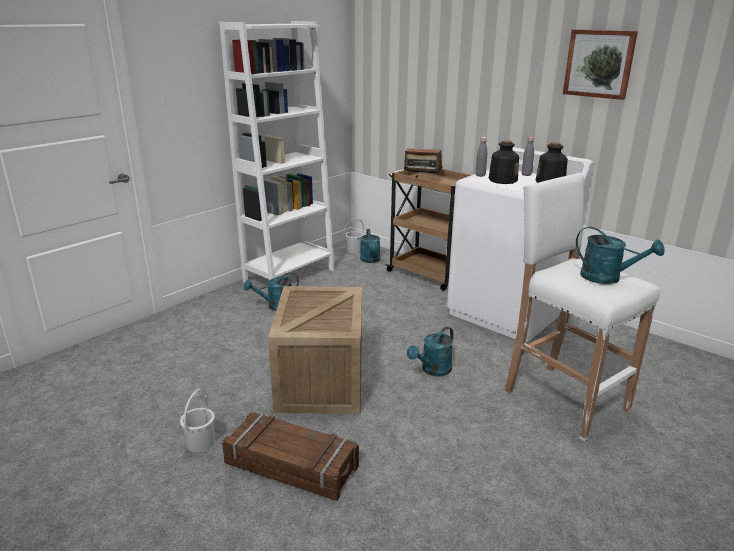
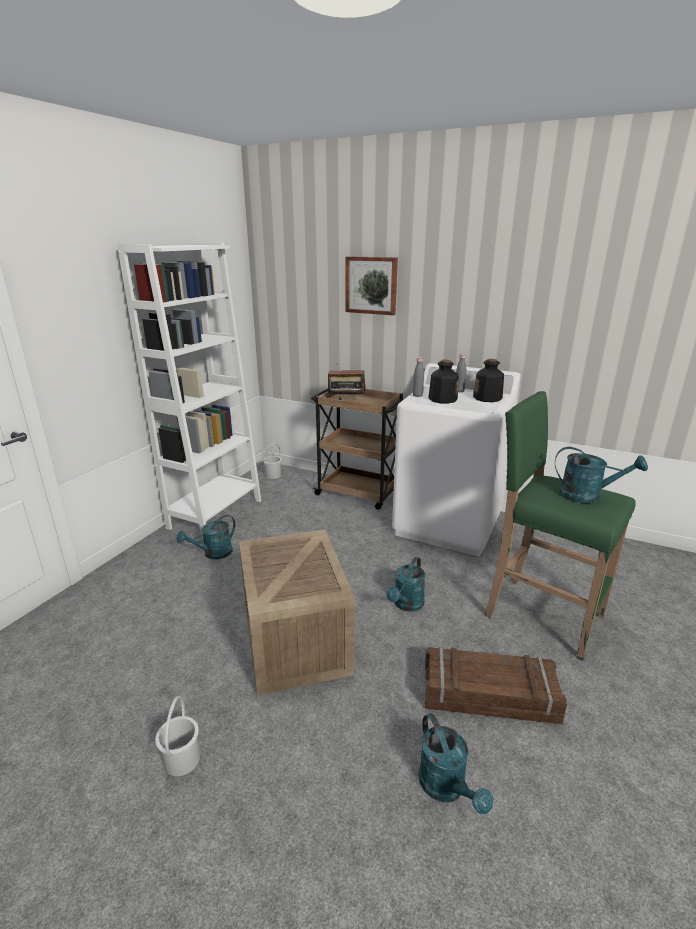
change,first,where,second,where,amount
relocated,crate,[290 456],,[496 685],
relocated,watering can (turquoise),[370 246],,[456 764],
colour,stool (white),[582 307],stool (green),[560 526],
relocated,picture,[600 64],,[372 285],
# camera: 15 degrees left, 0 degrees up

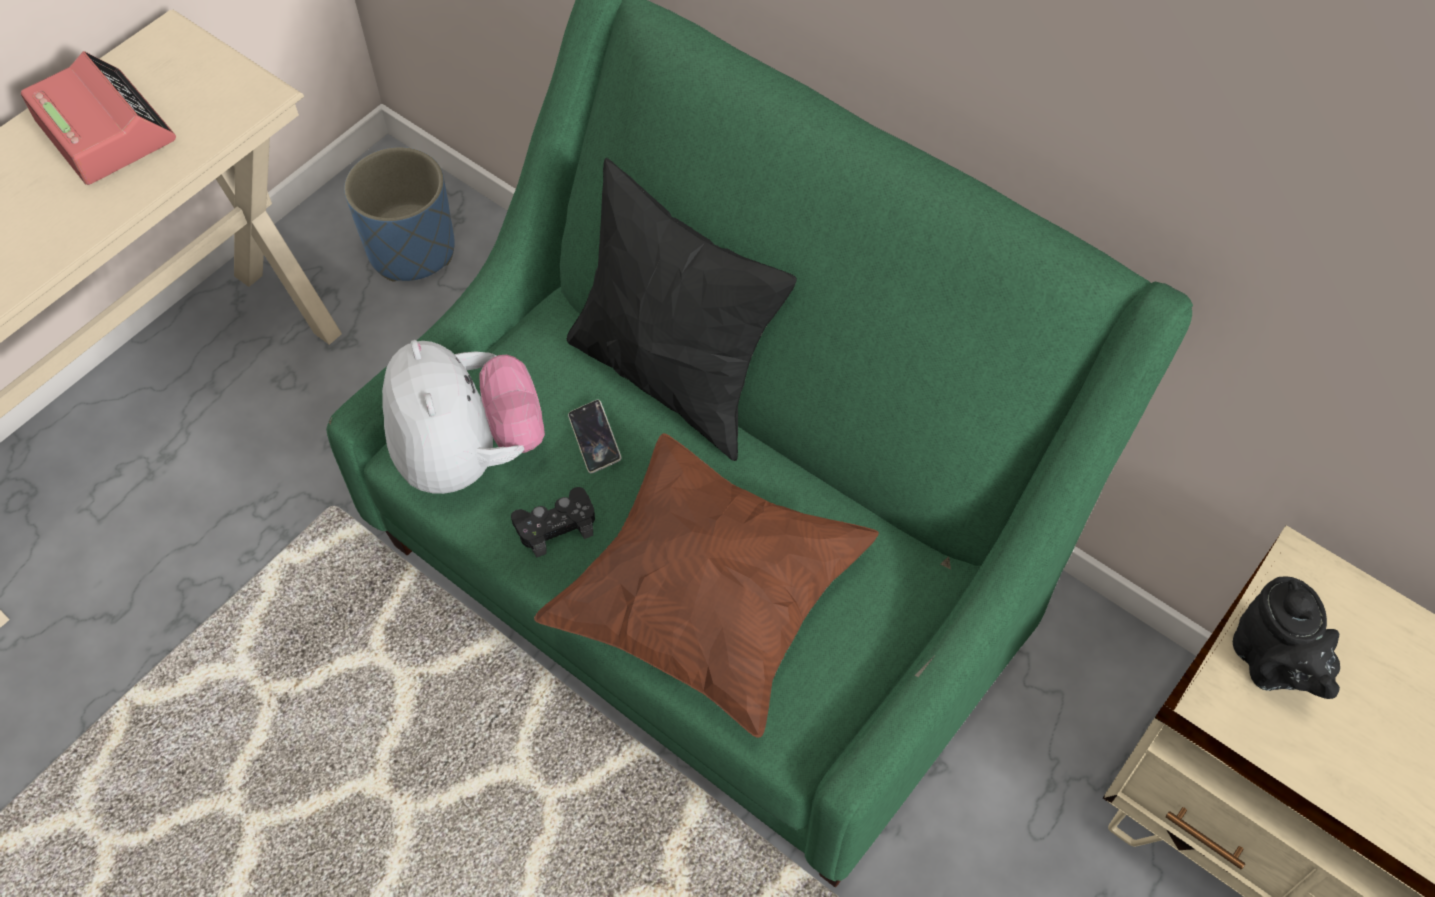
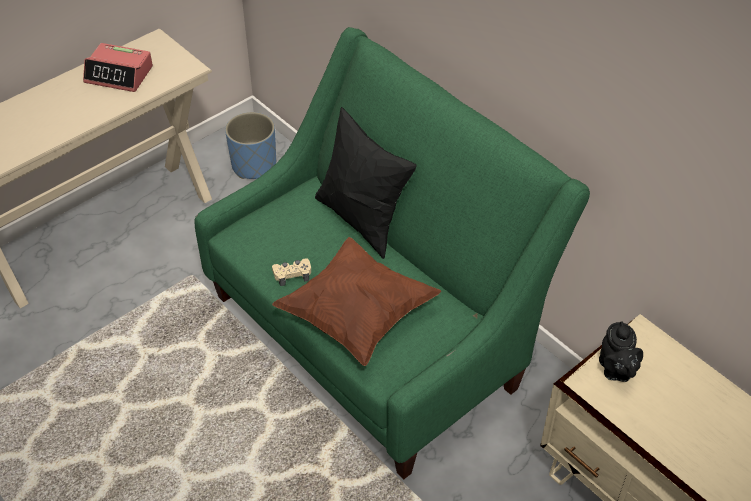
change,first,where,second,where,amount
spun,alarm clock,[98 118],,[118 67],135 degrees clockwise
missing,plush toy,[463 417],,,
colour,game controller (black),[553 522],game controller (beige),[291 272],
missing,phone,[595 437],,,
# camera: 10 degrees right, 10 degrees down

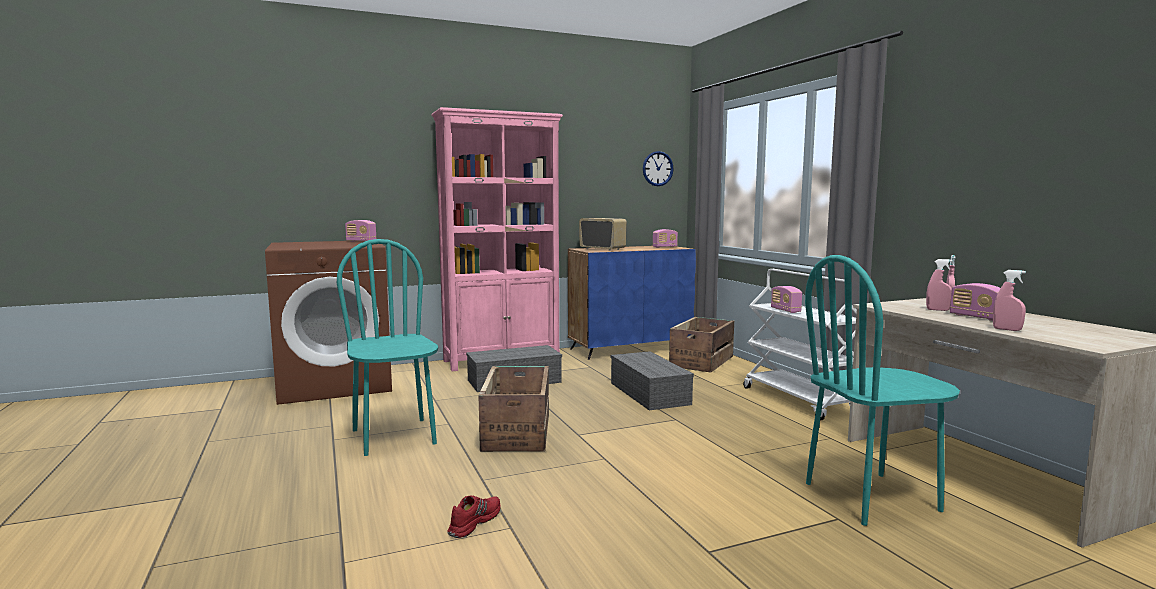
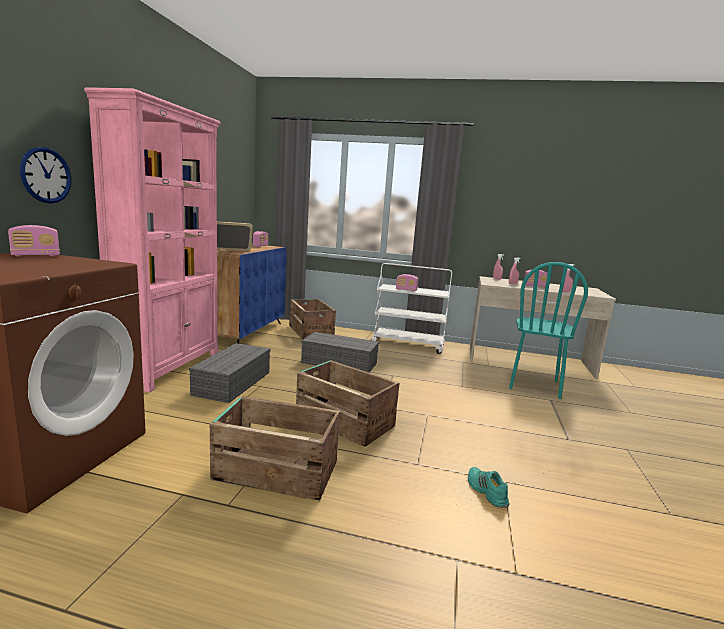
change,first,where,second,where,amount
exchanged,chair (turquoise),[387 347],crate,[275 448],
colour,shoe (red),[474 517],shoe (turquoise),[488 487],
relocated,wall clock,[658 168],,[45 175],
# camera: 55 degrees left, 5 degrees up

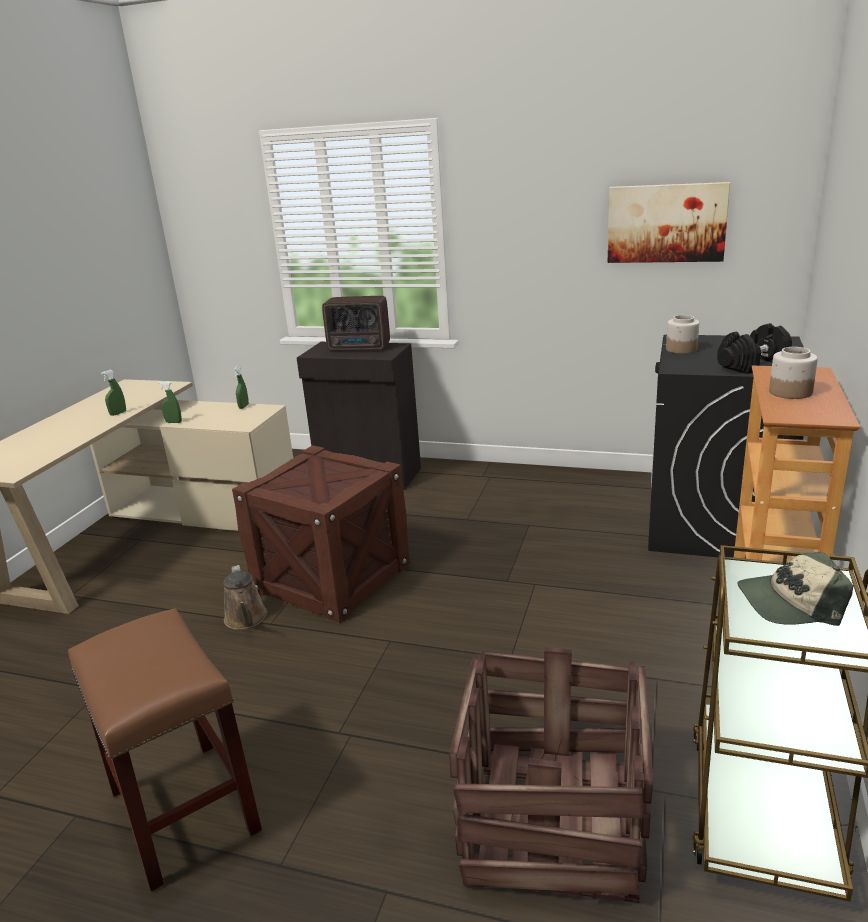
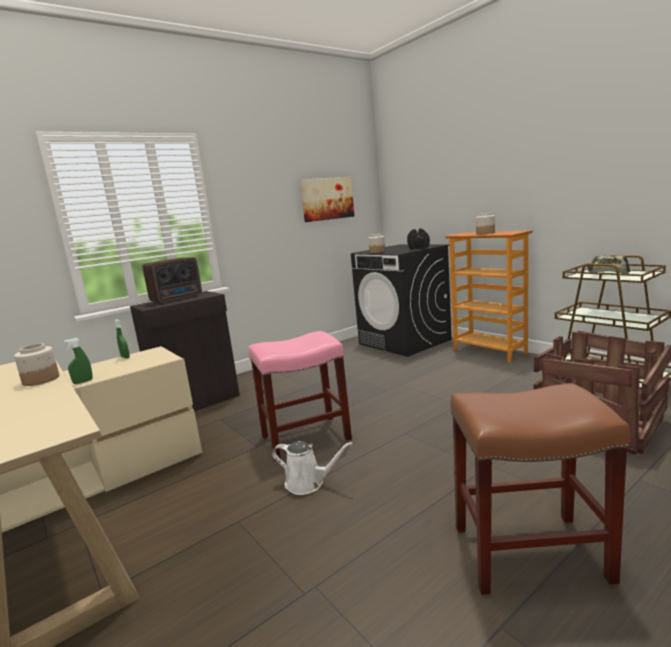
change,first,where,second,where,amount
exchanged,spray bottle (green),[113 393],jar,[36 365],
colour,watering can (brown),[245 597],watering can (white),[312 468],
exchanged,crate,[321 534],stool (pink),[300 397],
# camera: 55 degrees left, 10 degrees down

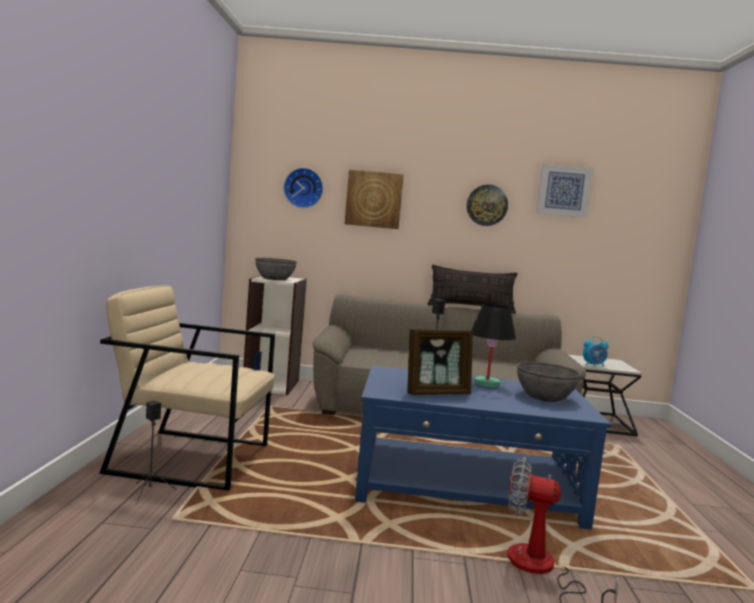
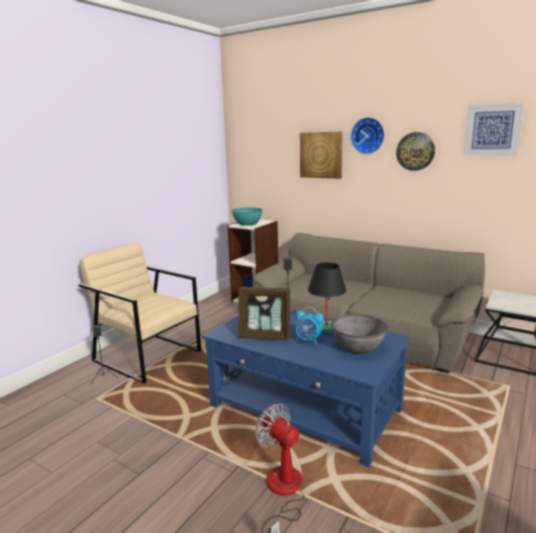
change,first,where,second,where,amount
colour,bowl (grey),[276 269],bowl (turquoise),[247 216],
relocated,wall clock,[303 188],,[367 135],
missing,pillow,[472 289],,,
relocated,alarm clock,[595 351],,[309 326],
# camera: 30 degrees right, 10 degrees up

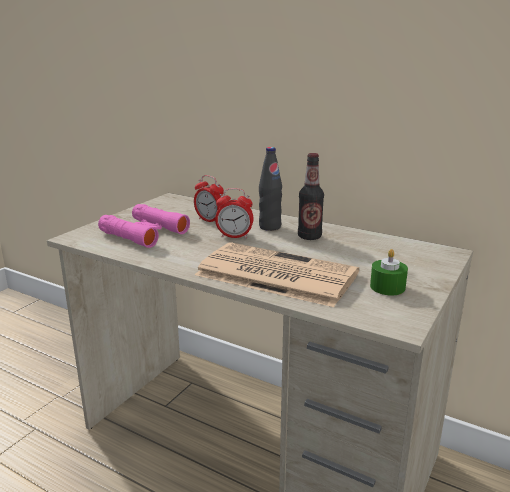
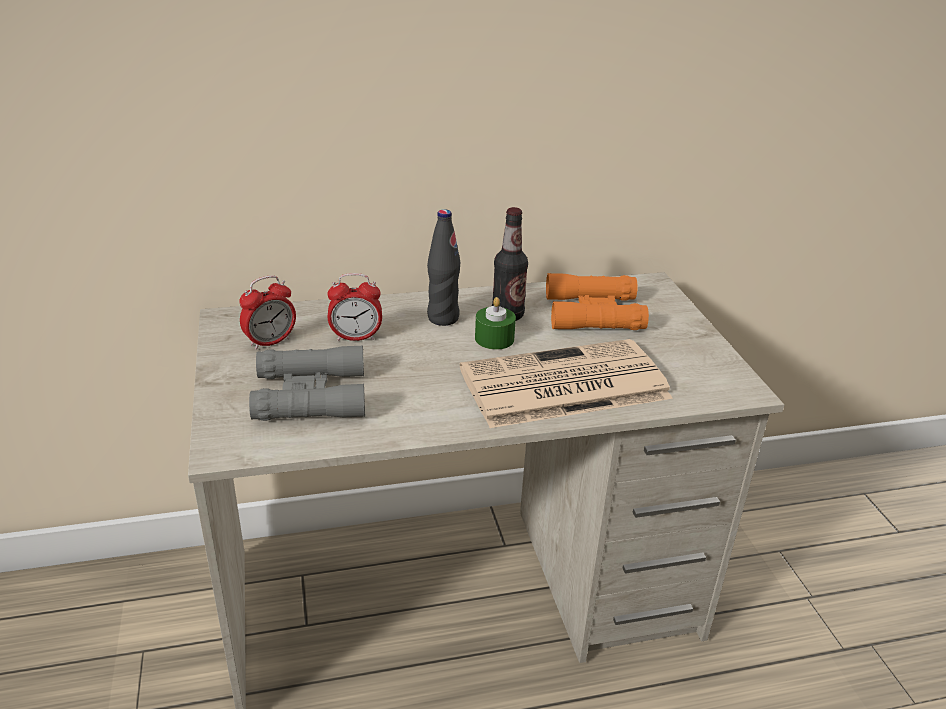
change,first,where,second,where,amount
colour,binoculars (pink),[144 226],binoculars (grey),[307 383],
relocated,alarm clock,[234 213],,[267 312],
relocated,candle (green),[389 272],,[495 323],
appeared,,,binoculars (orange),[597 301],
# camera: 45 degrees left, 10 degrees up

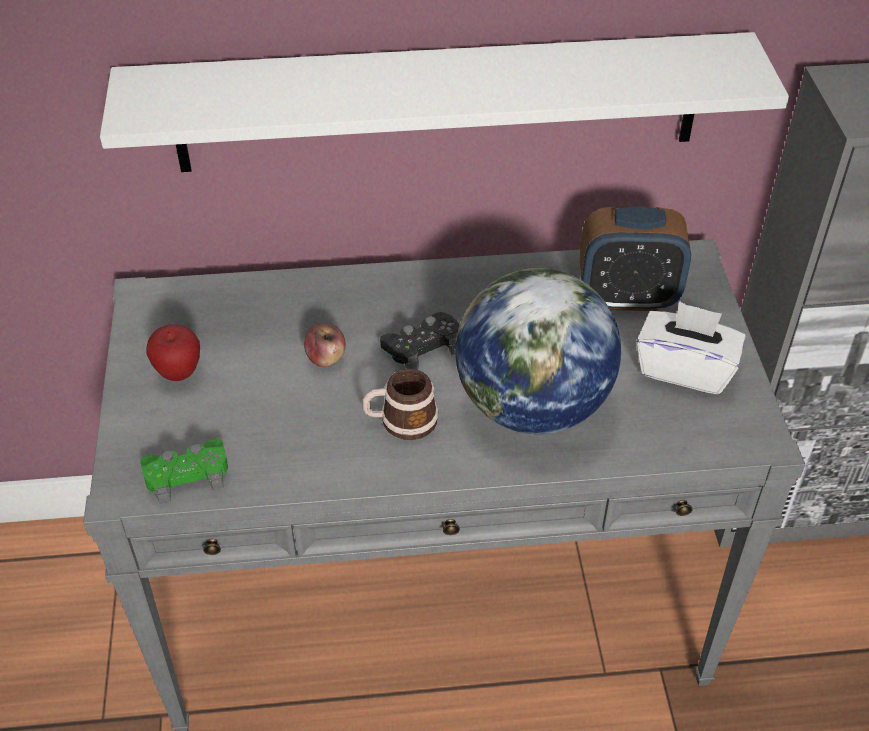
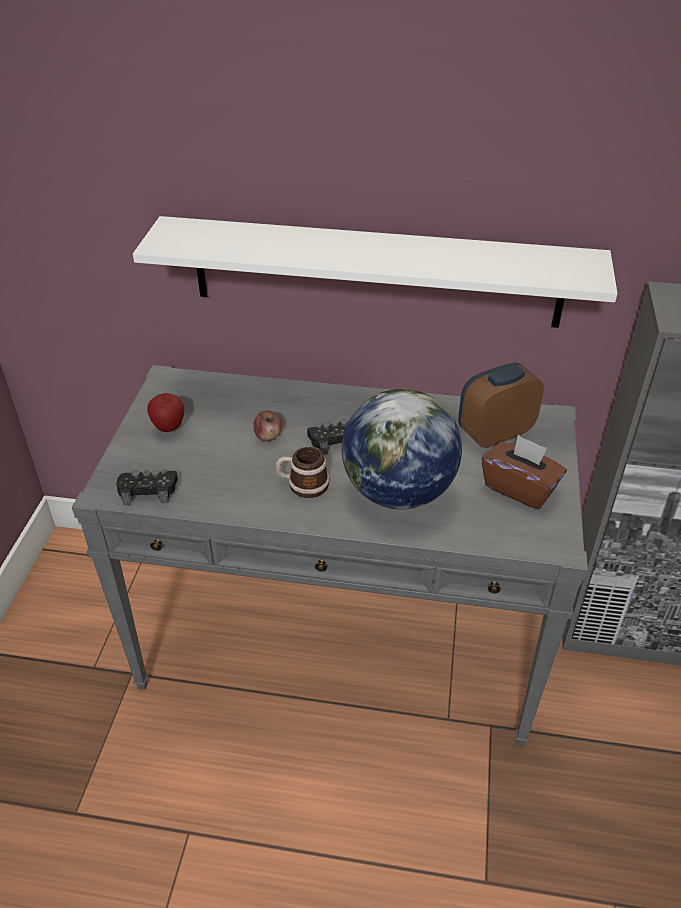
change,first,where,second,where,amount
colour,game controller (green),[184 471],game controller (black),[147 487],
spun,alarm clock,[635 258],,[501 405],135 degrees clockwise
colour,tissue box (white),[690 347],tissue box (brown),[524 472],
# camera: 15 degrees right, 5 degrees down

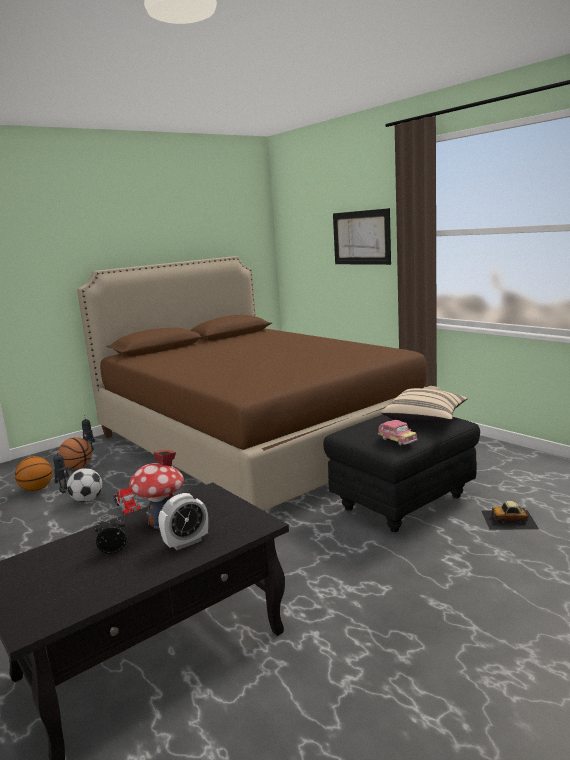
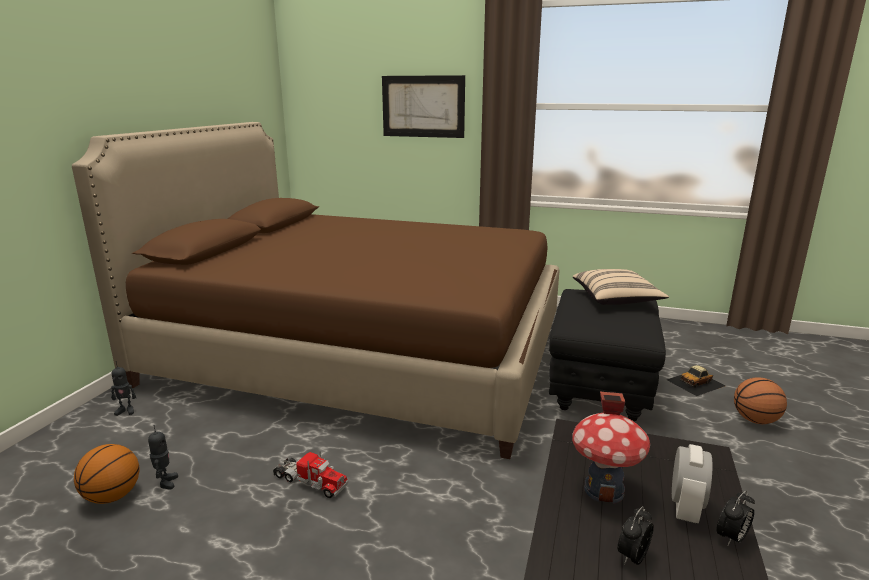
change,first,where,second,where,amount
relocated,basketball,[75 453],,[760 400],
missing,football,[84 485],,,
missing,toy car,[397 433],,,
appeared,,,alarm clock,[735 517],
# camera: 35 degrees left, 5 degrees up

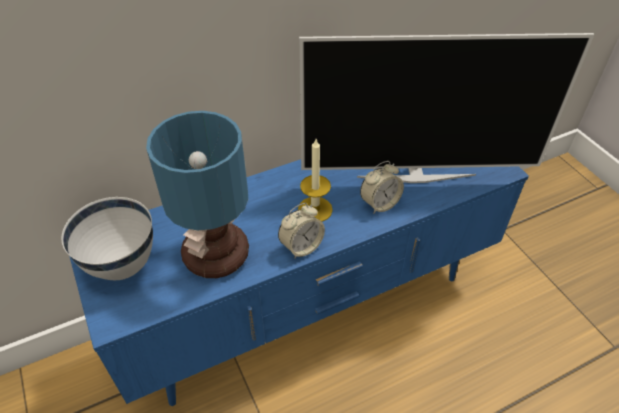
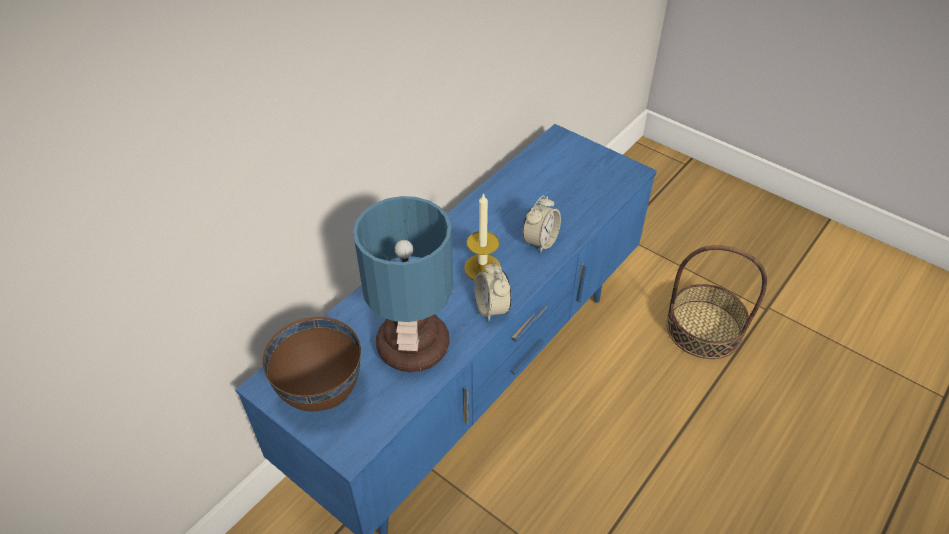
change,first,where,second,where,amount
colour,bowl (white),[107 238],bowl (brown),[311 364],
spun,alarm clock,[301 231],,[492 291],135 degrees clockwise
missing,television,[447 108],,,
appeared,,,basket,[716 302],
# camera: 25 degrees left, 0 degrees up

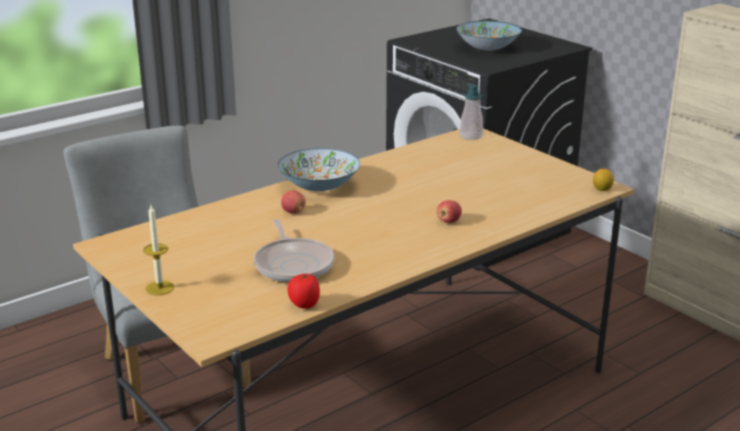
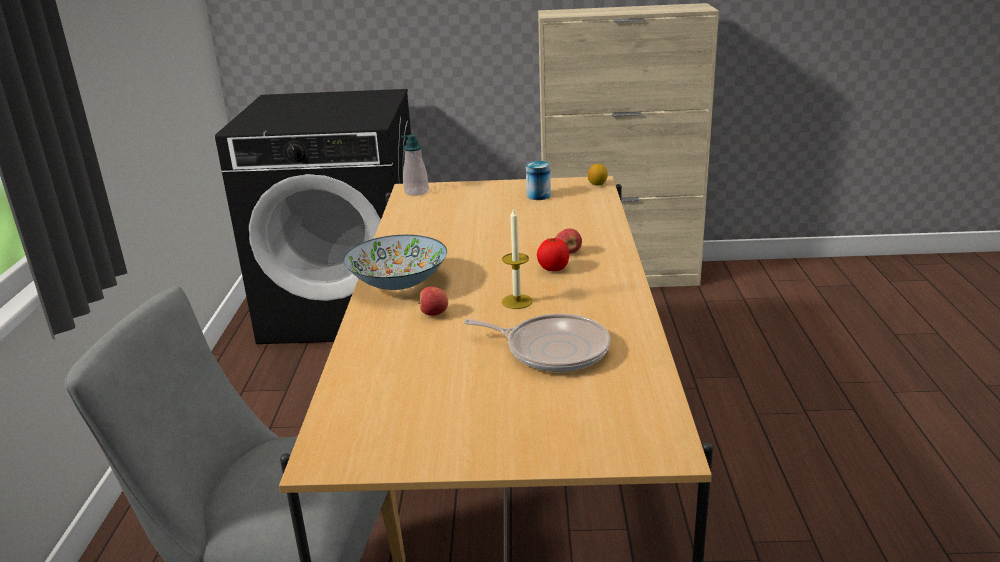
change,first,where,second,where,amount
relocated,candle,[158 250],,[517 258],
relocated,tomato,[303 291],,[553 254],
missing,bowl,[489 36],,,
appeared,,,can,[538 180],
# camera: 50 degrees left, 0 degrees up

